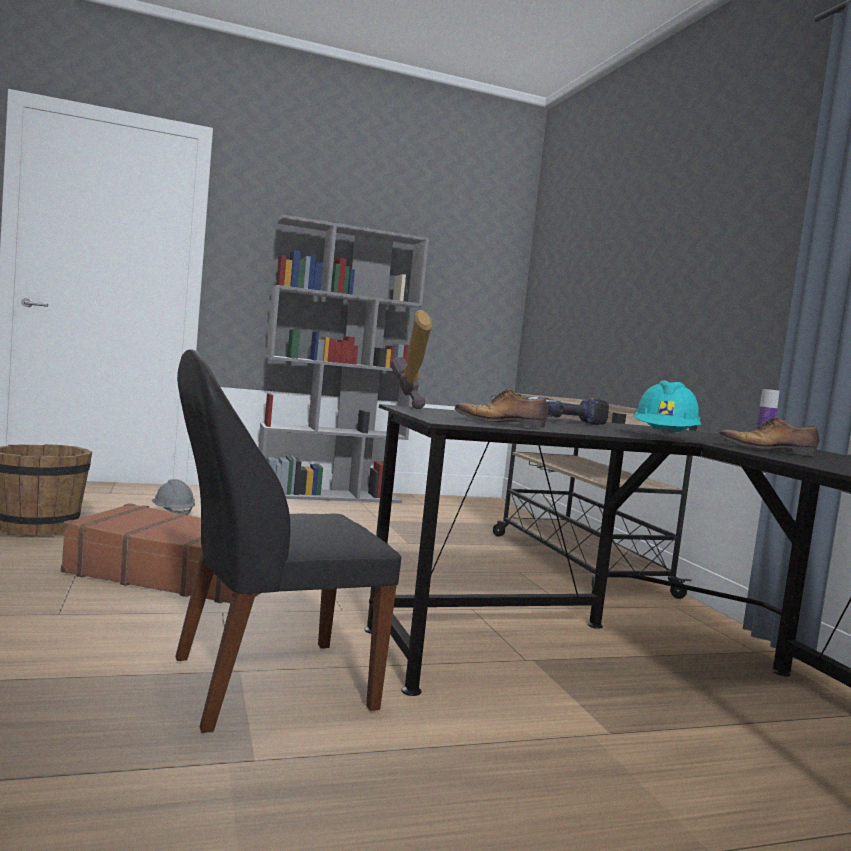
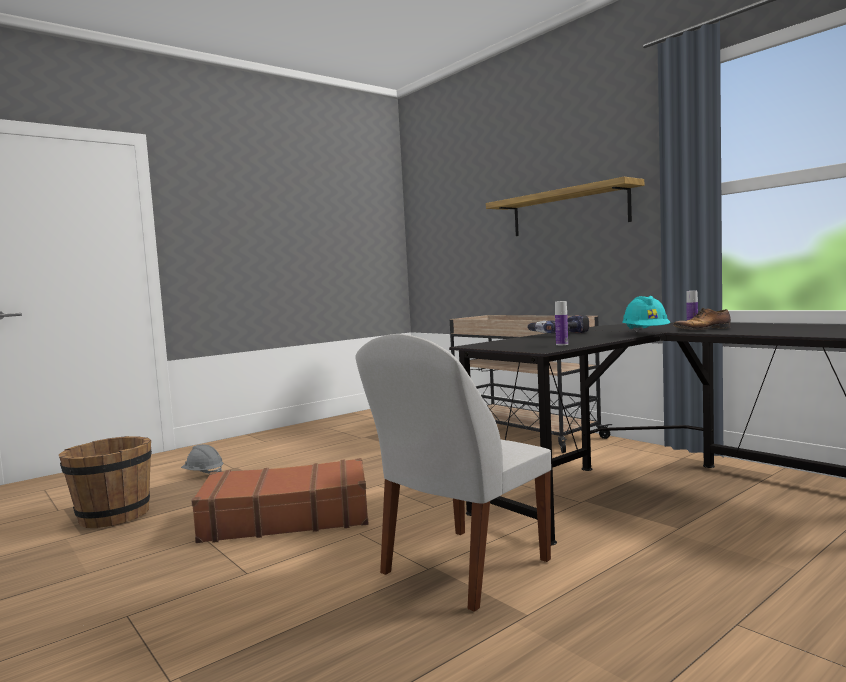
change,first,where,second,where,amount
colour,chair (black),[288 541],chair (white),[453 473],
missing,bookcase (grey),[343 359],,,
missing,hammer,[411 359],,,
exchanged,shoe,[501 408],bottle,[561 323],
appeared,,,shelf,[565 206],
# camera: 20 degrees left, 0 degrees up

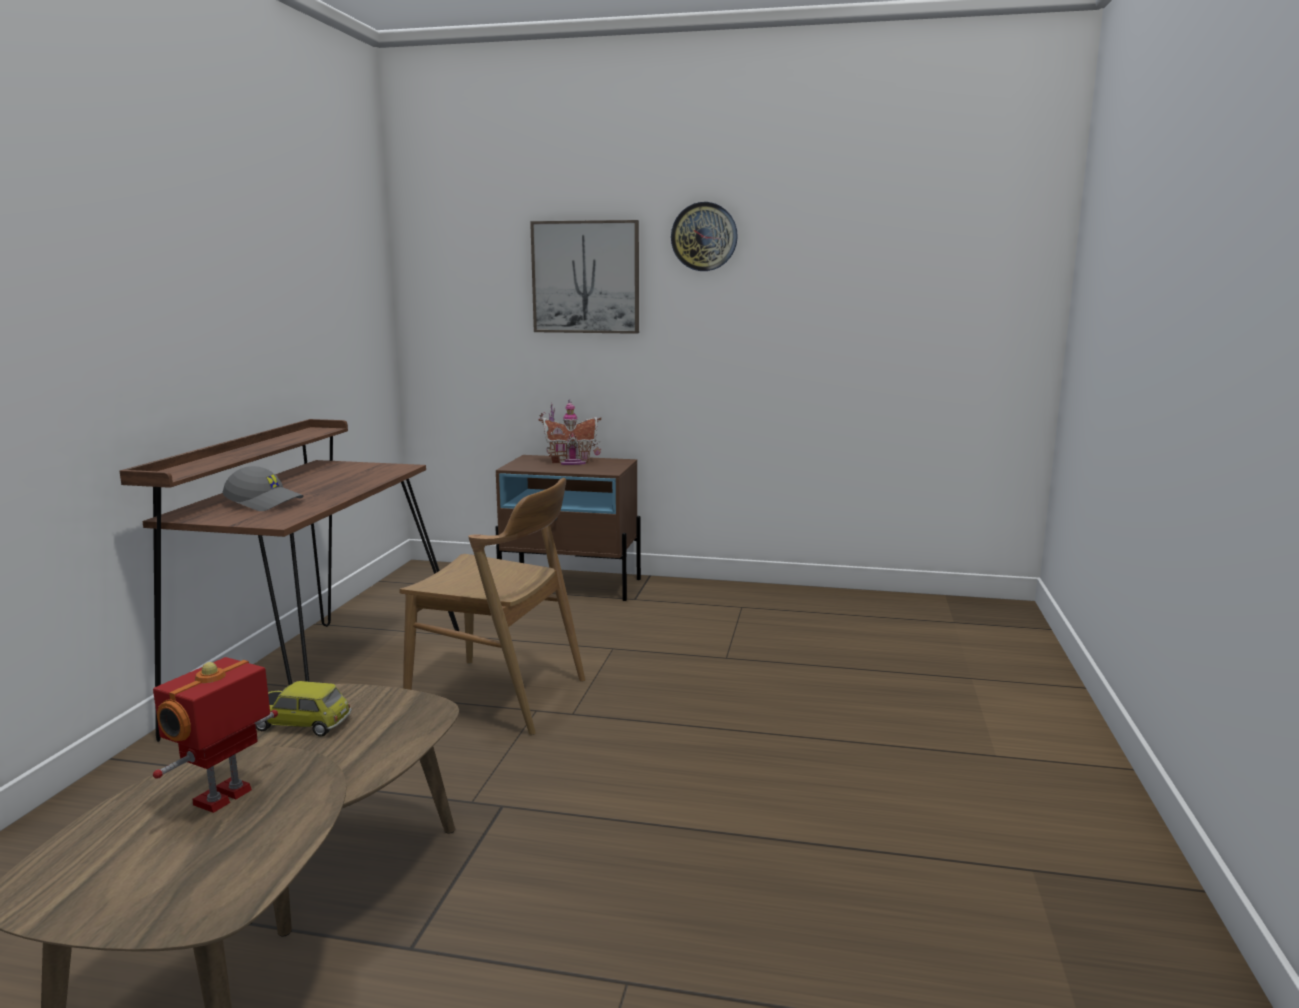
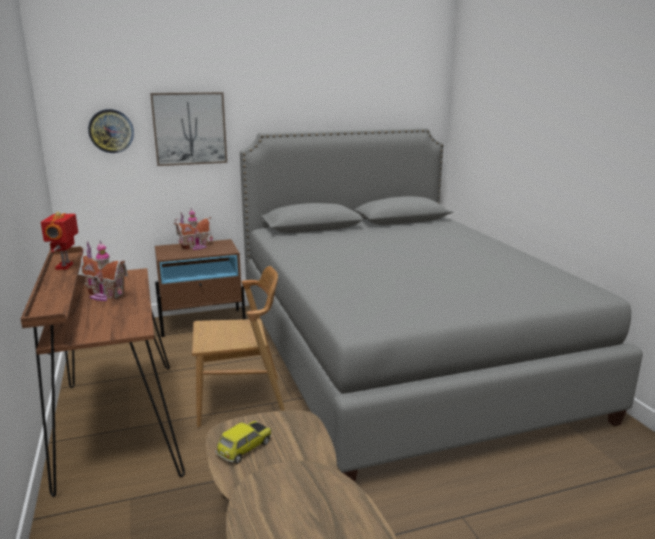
change,first,where,second,where,amount
relocated,toy robot,[215 735],,[59 241],
missing,cap (grey),[262 488],,,
spun,toy car,[304 709],,[243 442],150 degrees clockwise
relocated,wall clock,[704 236],,[111 131],
appeared,,,toy house,[104 270],
appeared,,,bed (grey),[441 305],
# camera: 30 degrees left, 5 degrees up

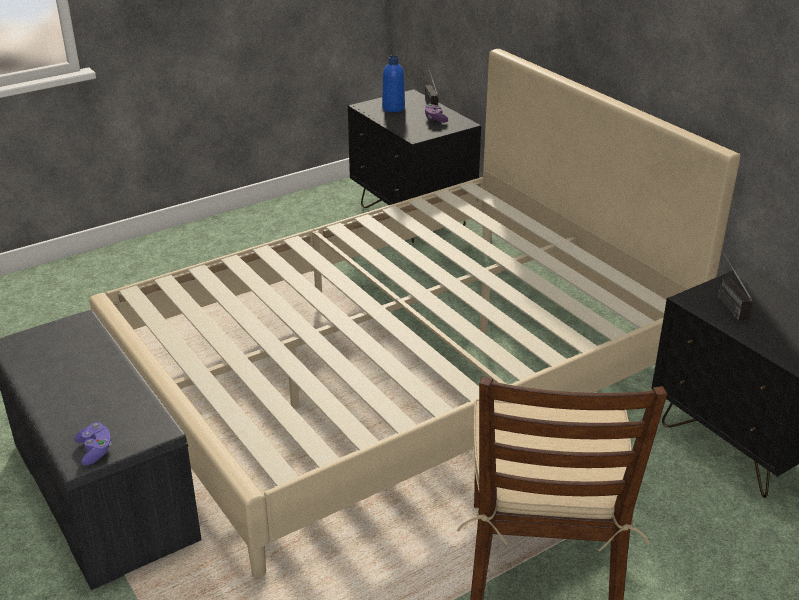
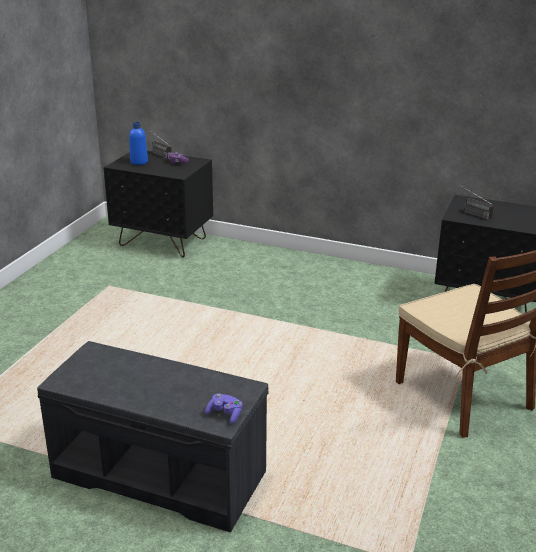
change,first,where,second,where,amount
missing,bed (beige),[414 313],,,
# camera: 35 degrees left, 5 degrees down

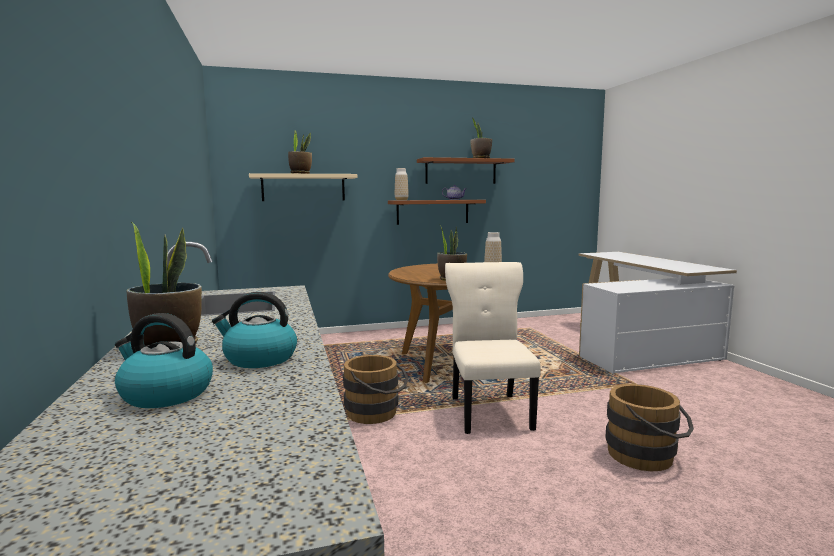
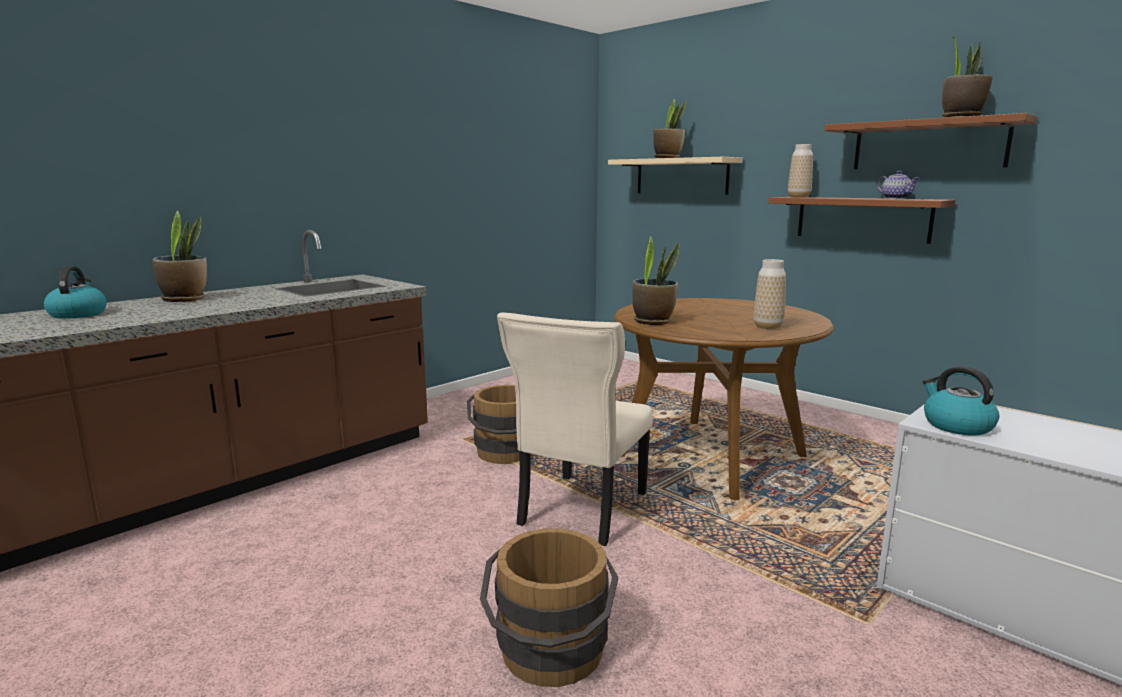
change,first,where,second,where,amount
relocated,kettle,[254 330],,[961 401],
spun,chair (beige),[493 348],,[575 429],150 degrees clockwise
# camera: 60 degrees right, 5 degrees up

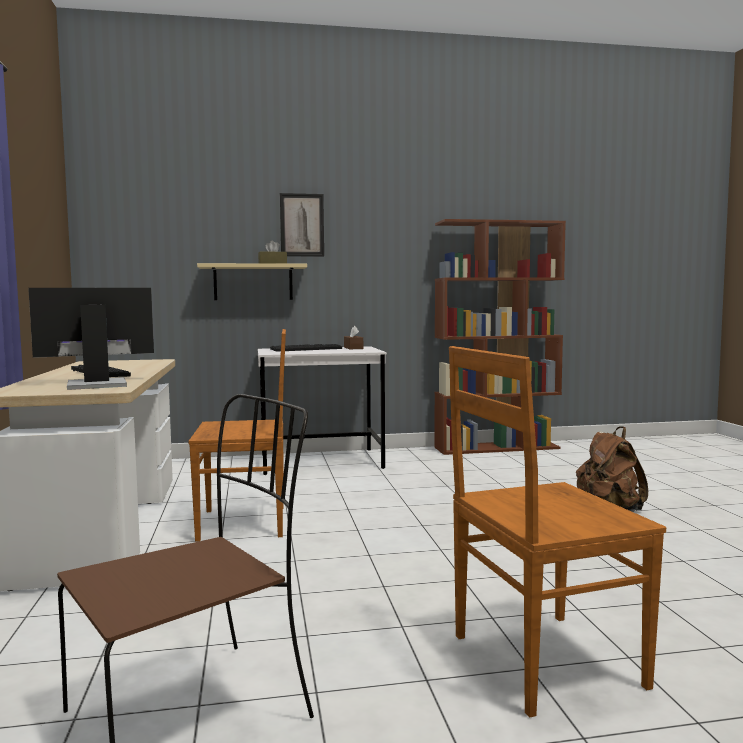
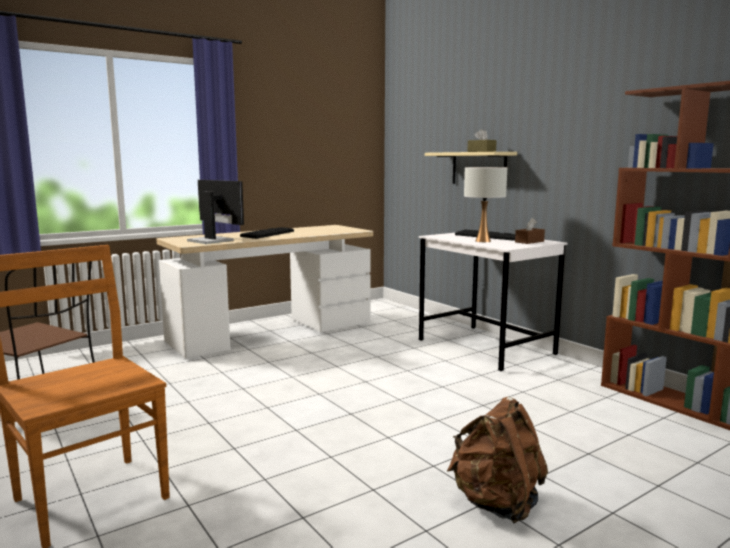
change,first,where,second,where,amount
missing,chair (brown),[237 435],,,
missing,picture,[302 224],,,
appeared,,,table lamp (white),[485 204],
# camera: 65 degrees right, 5 degrees up

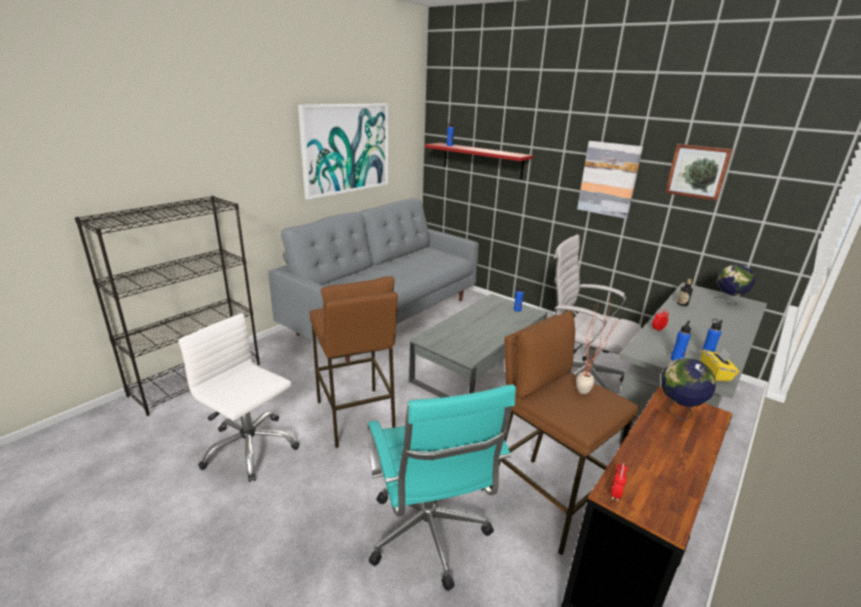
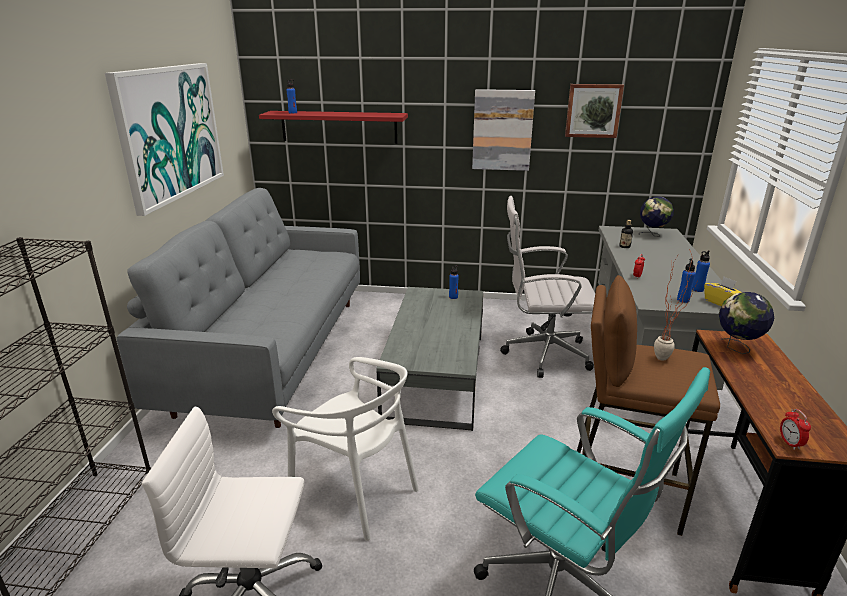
change,first,where,second,where,amount
exchanged,stool (brown),[353 362],chair (white),[345 449],
# camera: 30 degrees left, 0 degrees up

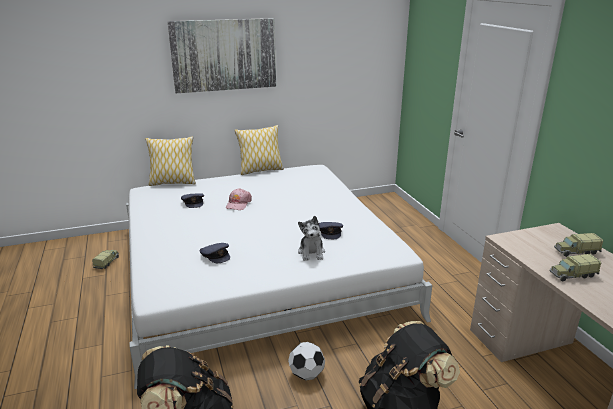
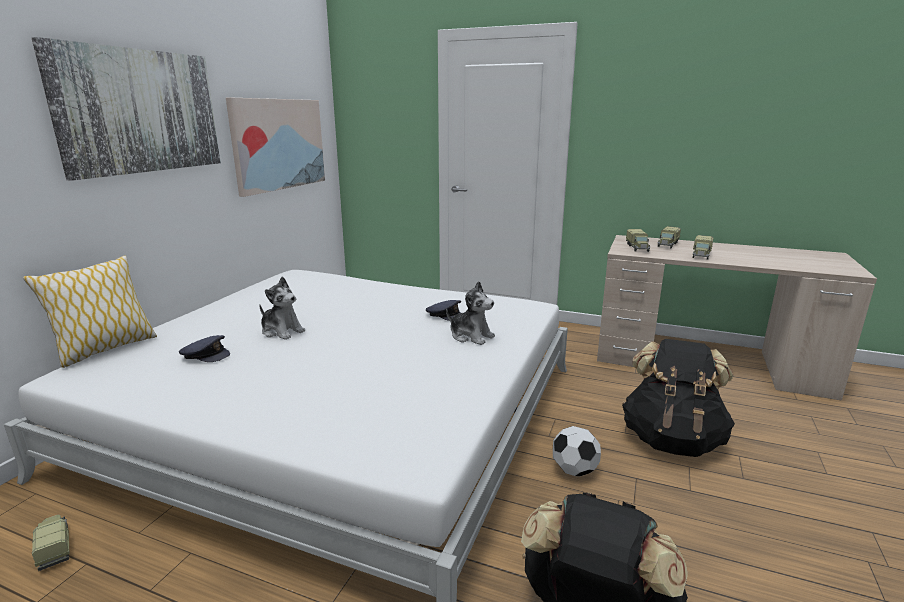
change,first,where,second,where,amount
missing,cap (grey),[214 253],,,
exchanged,cap (pink),[239 199],plush toy,[282 308],
missing,pillow,[259 150],,,
appeared,,,picture,[275 147],
appeared,,,toy truck,[638 240],
# camera: 50 degrees left, 5 degrees down

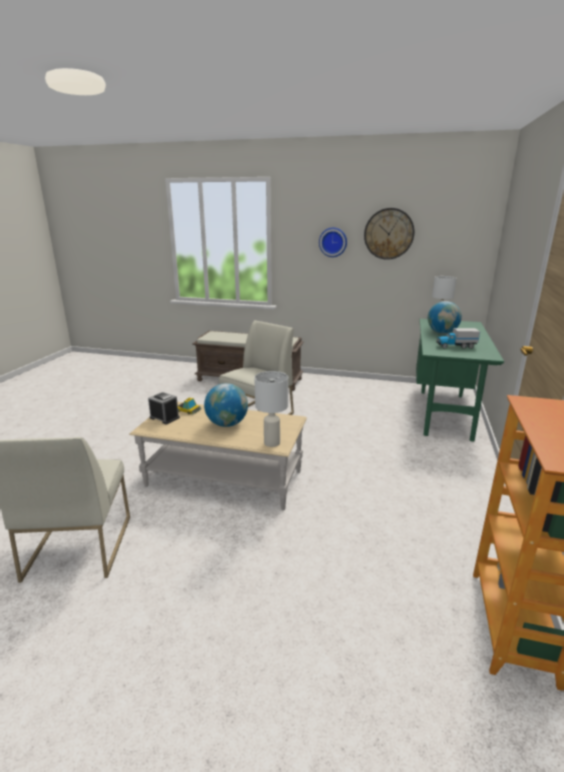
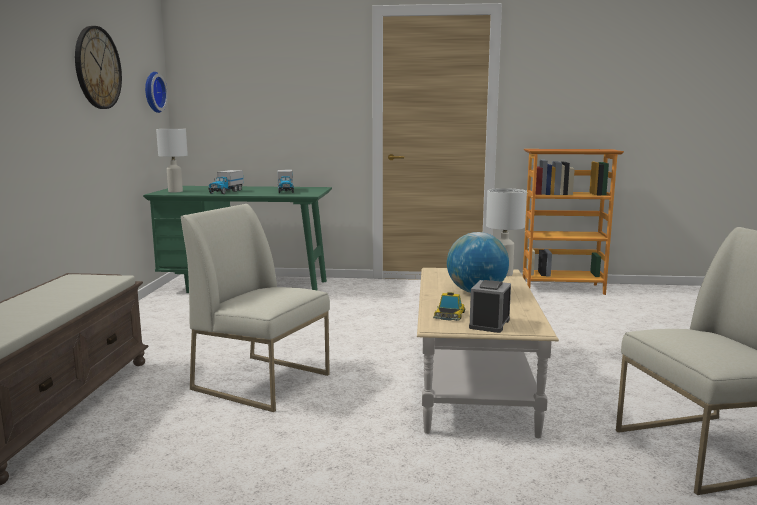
change,first,where,second,where,amount
relocated,wall clock,[333 242],,[156 92],
exchanged,globe,[445 317],toy truck,[225 182],
# camera: 100 degrees left, 10 degrees down

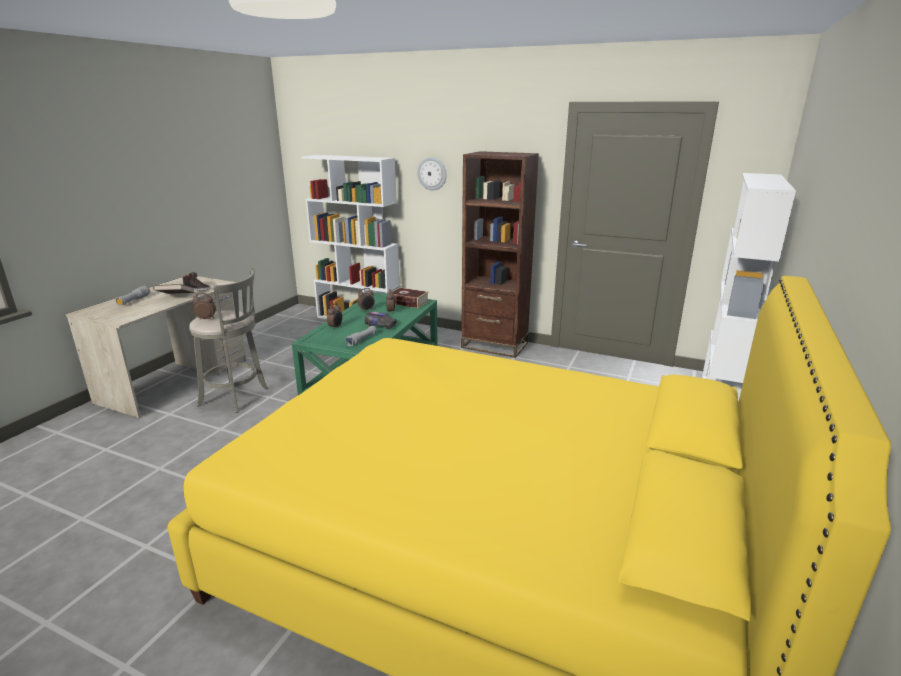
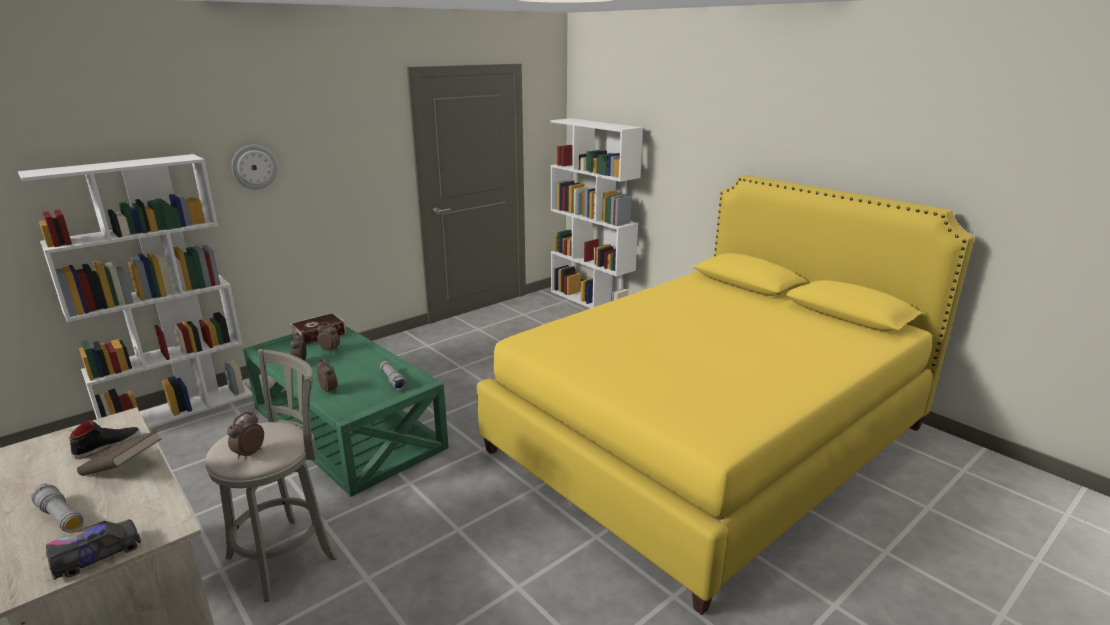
change,first,where,second,where,amount
relocated,toy truck,[381 320],,[93 550],
missing,bookcase (brown),[500 254],,,
# camera: 65 degrees left, 0 degrees up

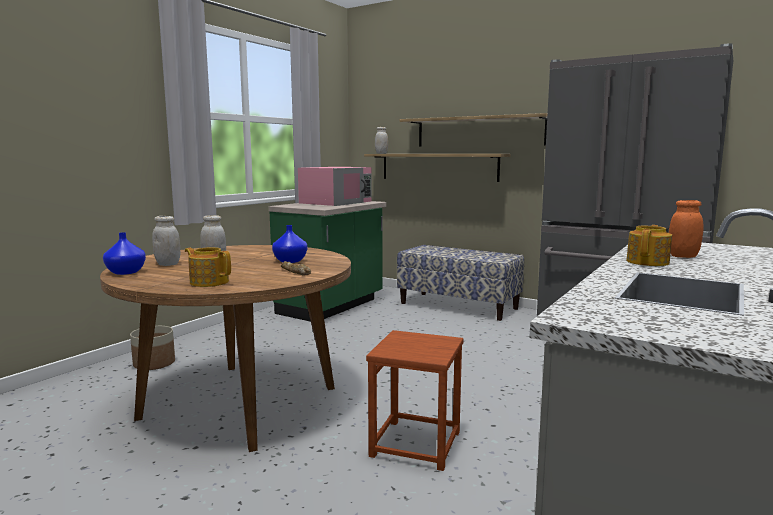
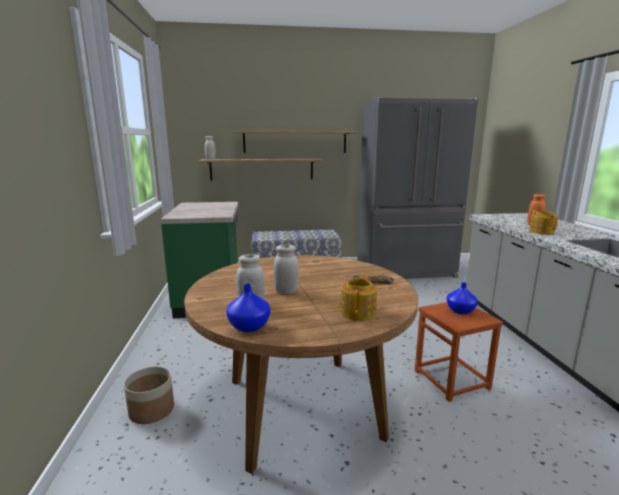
change,first,where,second,where,amount
spun,teapot,[208 267],,[358 297],120 degrees clockwise
relocated,vase (blue),[290 244],,[462 298],
missing,microwave (pink),[335 186],,,
# camera: 40 degrees left, 5 degrees up

